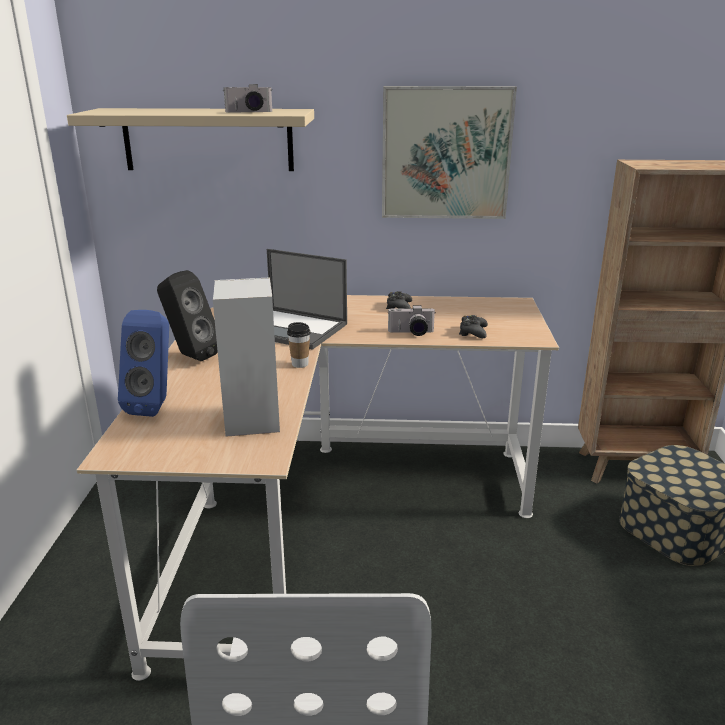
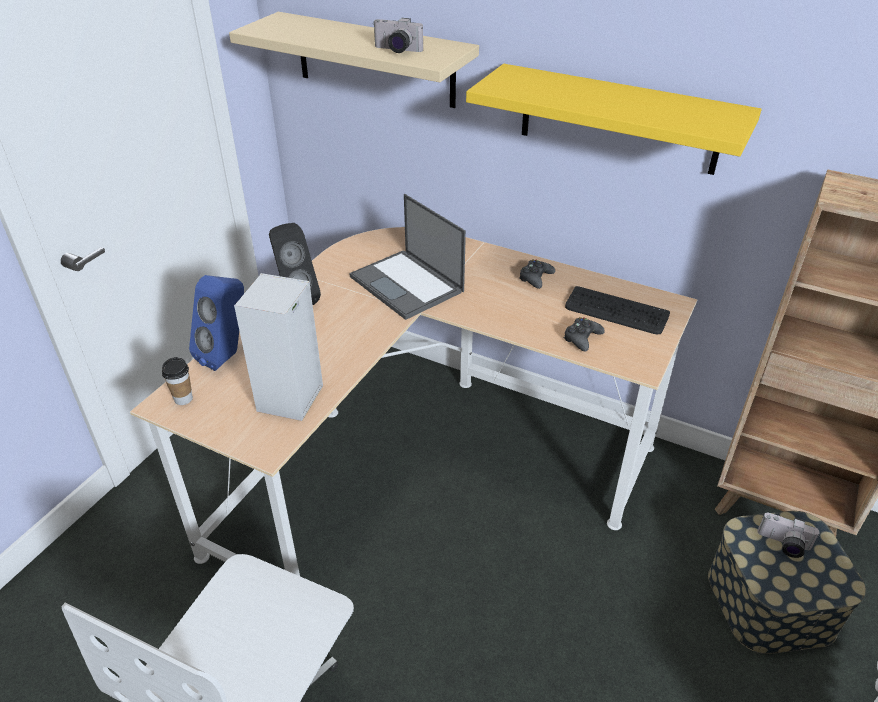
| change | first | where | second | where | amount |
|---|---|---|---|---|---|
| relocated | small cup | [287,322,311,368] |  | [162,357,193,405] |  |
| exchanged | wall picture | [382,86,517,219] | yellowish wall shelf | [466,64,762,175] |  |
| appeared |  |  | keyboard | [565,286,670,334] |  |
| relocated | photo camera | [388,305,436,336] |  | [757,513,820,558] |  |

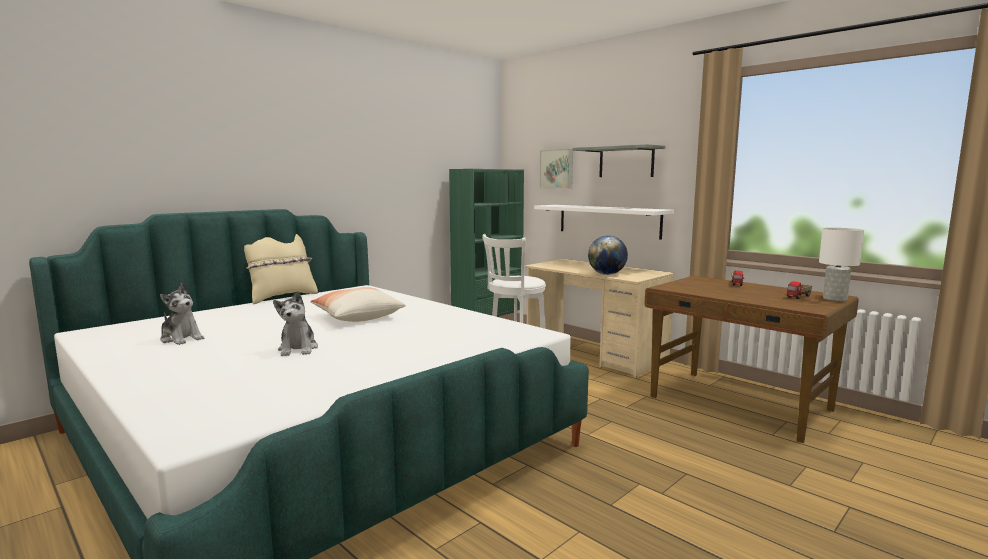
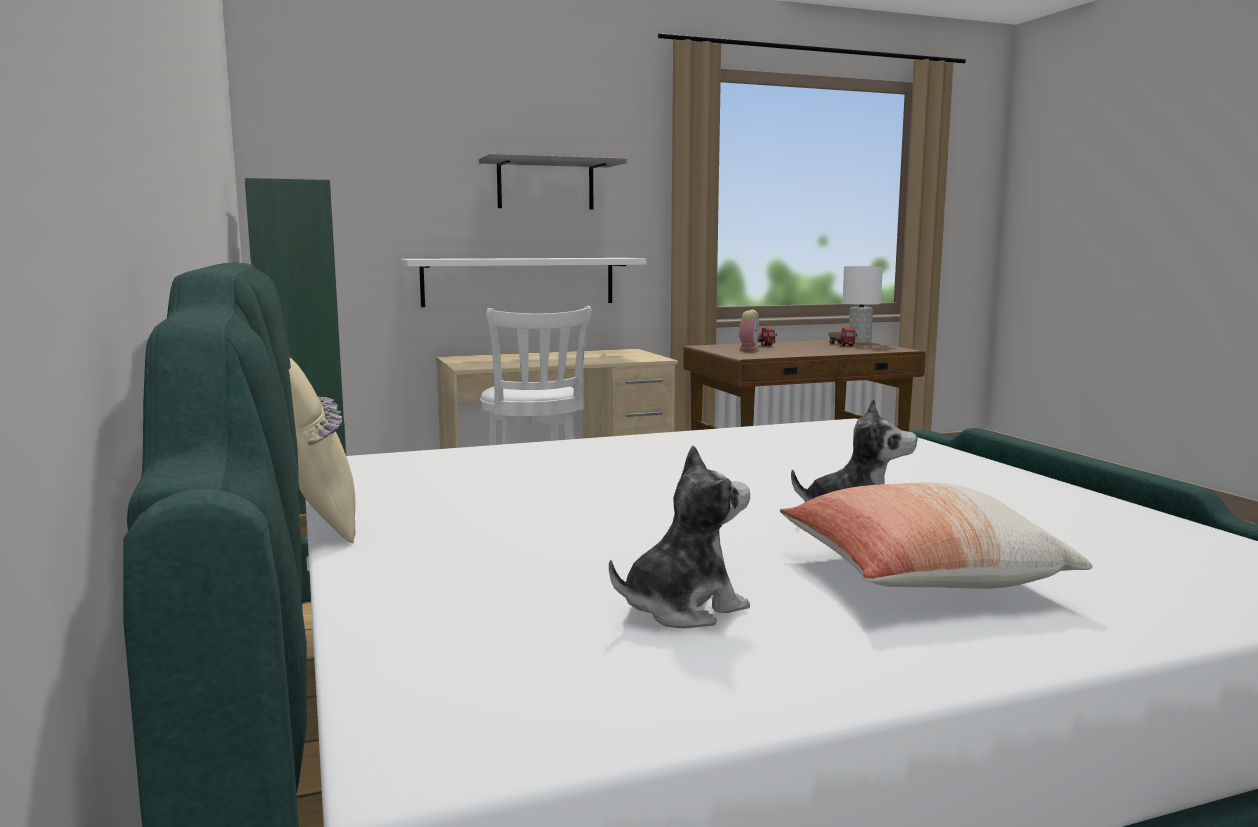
| change | first | where | second | where | amount |
|---|---|---|---|---|---|
| appeared |  |  | table clock | [739,310,759,350] |  |
| relocated | throw pillow | [310,287,406,322] |  | [780,482,1093,589] |  |
| missing | wall picture | [539,149,573,189] |  |  |  |
| missing | globe | [588,236,628,275] |  |  |  |

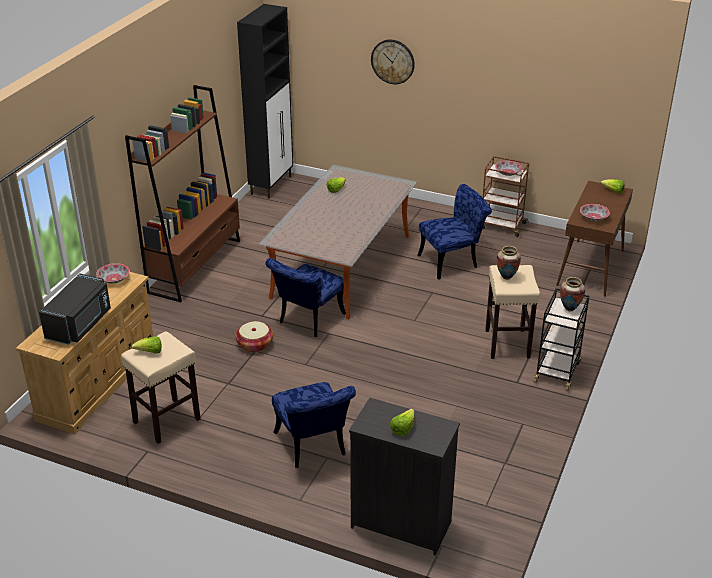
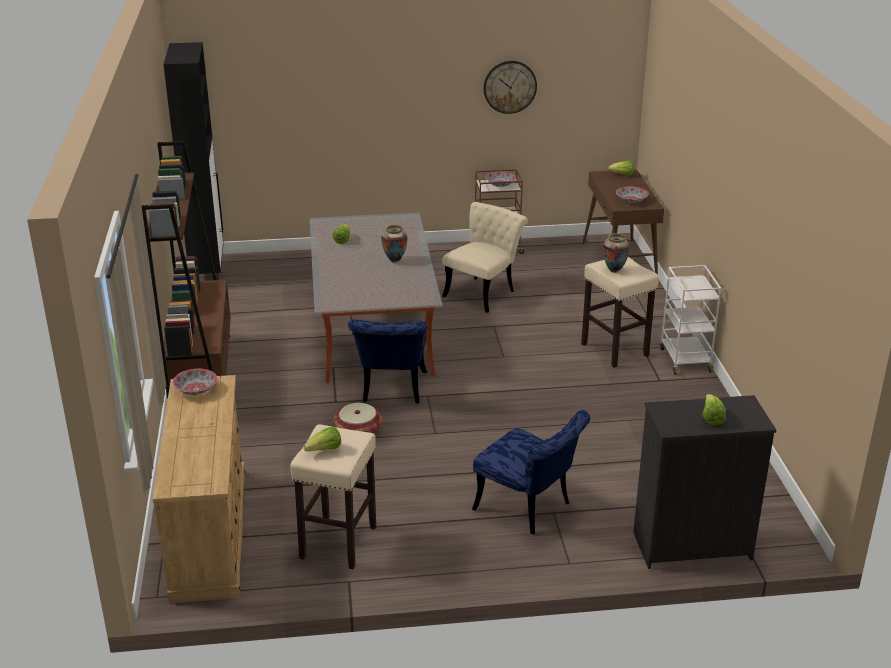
| change | first | where | second | where | amount |
|---|---|---|---|---|---|
| relocated | decorative vase | [560,277,585,311] |  | [381,225,408,263] |  |
| colour | bluish upright chair | [417,184,492,280] | sand-coloured upright chair | [442,202,528,313] |  |
| relocated | clock on the wall | [371,40,415,84] |  | [484,61,537,114] |  |
| colour | black cart | [533,288,589,391] | white cart | [659,265,721,375] |  |
| missing | black microwave oven | [39,273,111,345] |  |  |  |

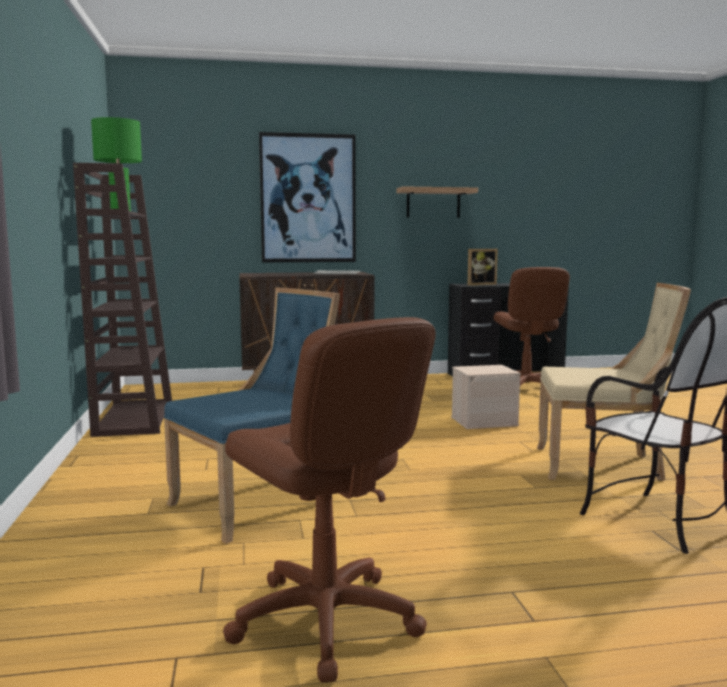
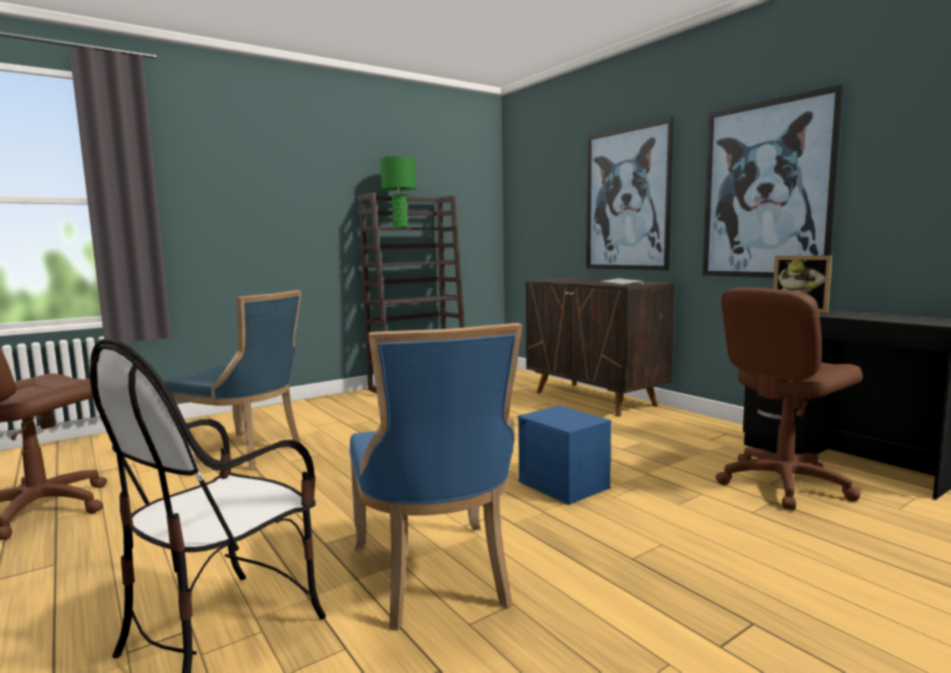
| change | first | where | second | where | amount |
|---|---|---|---|---|---|
| colour | sand-coloured upright chair | [537,283,691,481] | bluish upright chair | [349,323,522,631] |  |
| colour | sand-coloured storage box | [451,365,521,429] | bluish storage box | [518,405,612,505] |  |
| exchanged | wall shelf | [397,186,478,218] | wall picture | [703,85,843,278] |  |

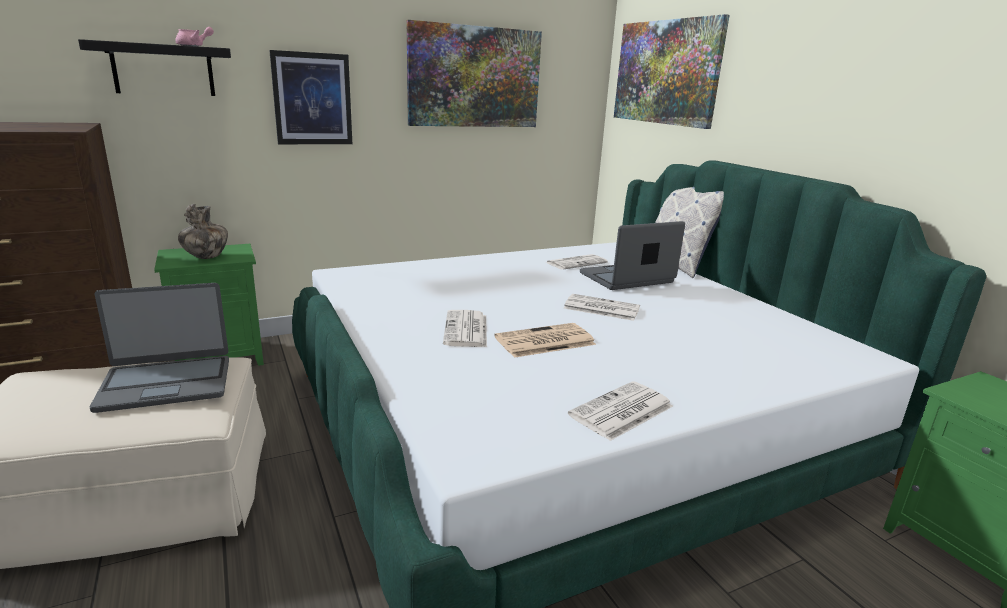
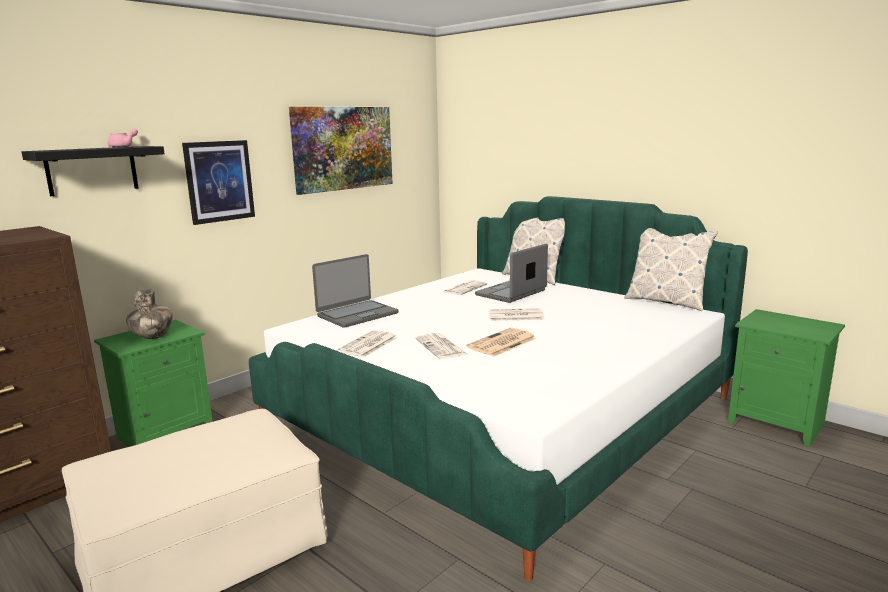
| change | first | where | second | where | amount |
|---|---|---|---|---|---|
| relocated | notebook computer | [89,283,229,413] |  | [312,254,398,328] |  |
| relocated | newspaper | [568,381,673,441] |  | [338,330,397,357] |  |
| appeared |  |  | throw pillow | [624,228,718,311] |  |
| missing | wall picture | [614,14,730,129] |  |  |  |

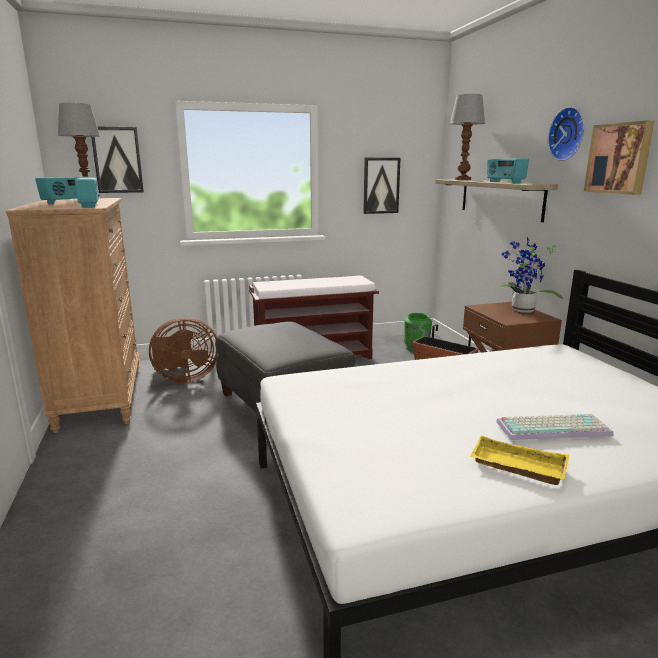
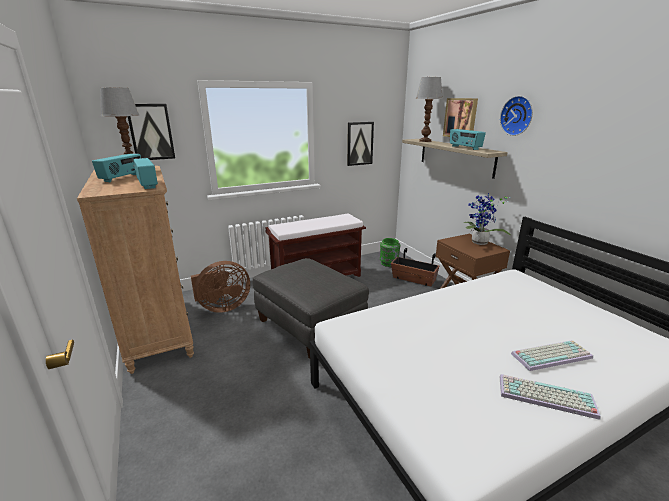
| change | first | where | second | where | amount |
|---|---|---|---|---|---|
| relocated | wall picture | [584,120,654,195] |  | [443,98,478,137] |  |
| exchanged | yellowish carrying tray | [470,435,570,485] | keyboard | [500,374,601,420] |  |

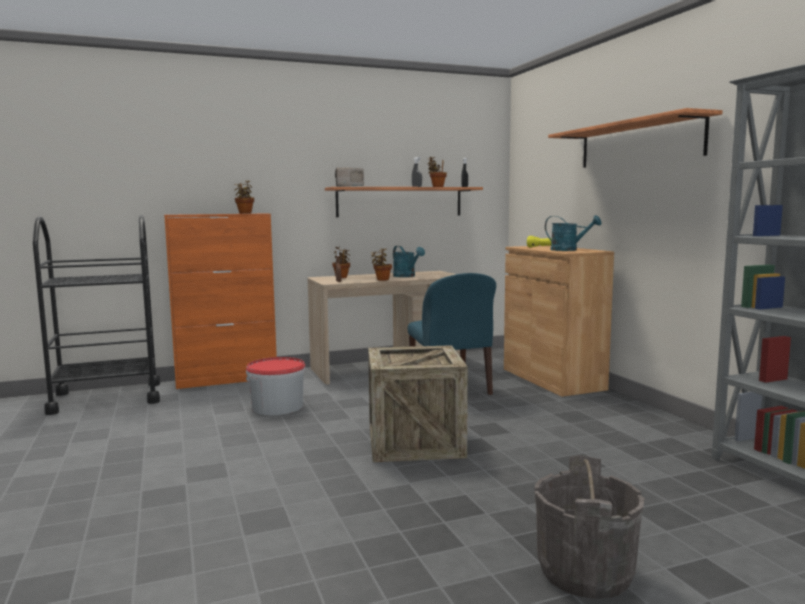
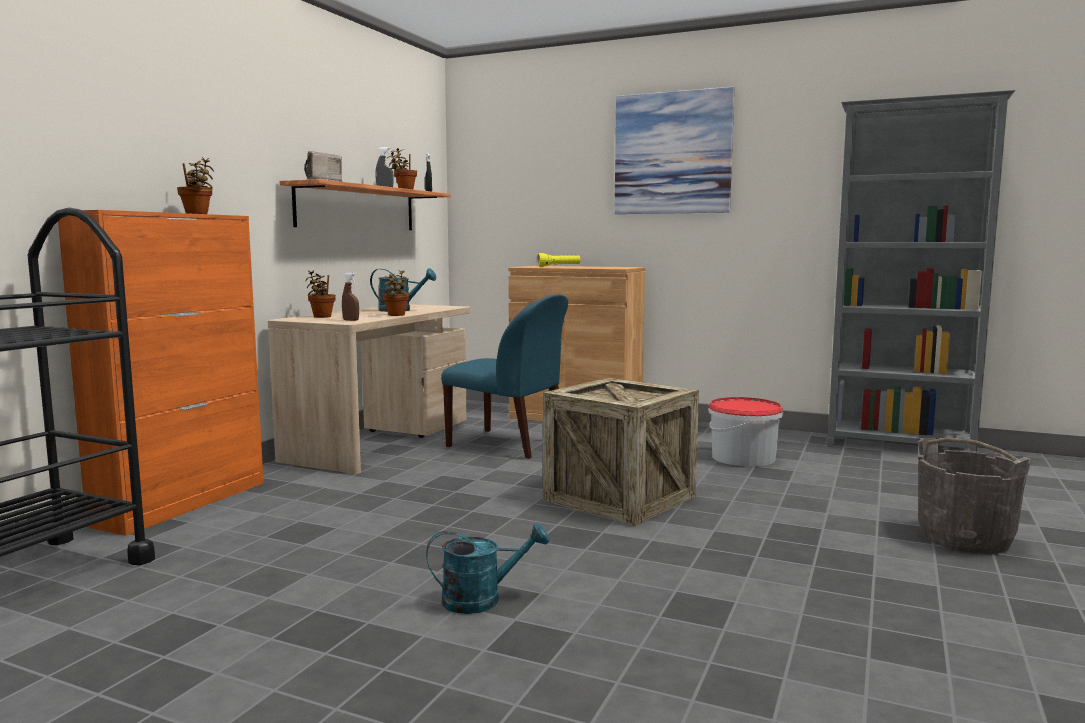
| change | first | where | second | where | amount |
|---|---|---|---|---|---|
| relocated | turquoise watering can | [545,215,601,251] |  | [426,523,549,614] |  |
| exchanged | wall shelf | [548,108,723,168] | wall picture | [614,87,734,214] |  |
| relocated | pail | [246,357,306,415] |  | [708,397,783,466] |  |

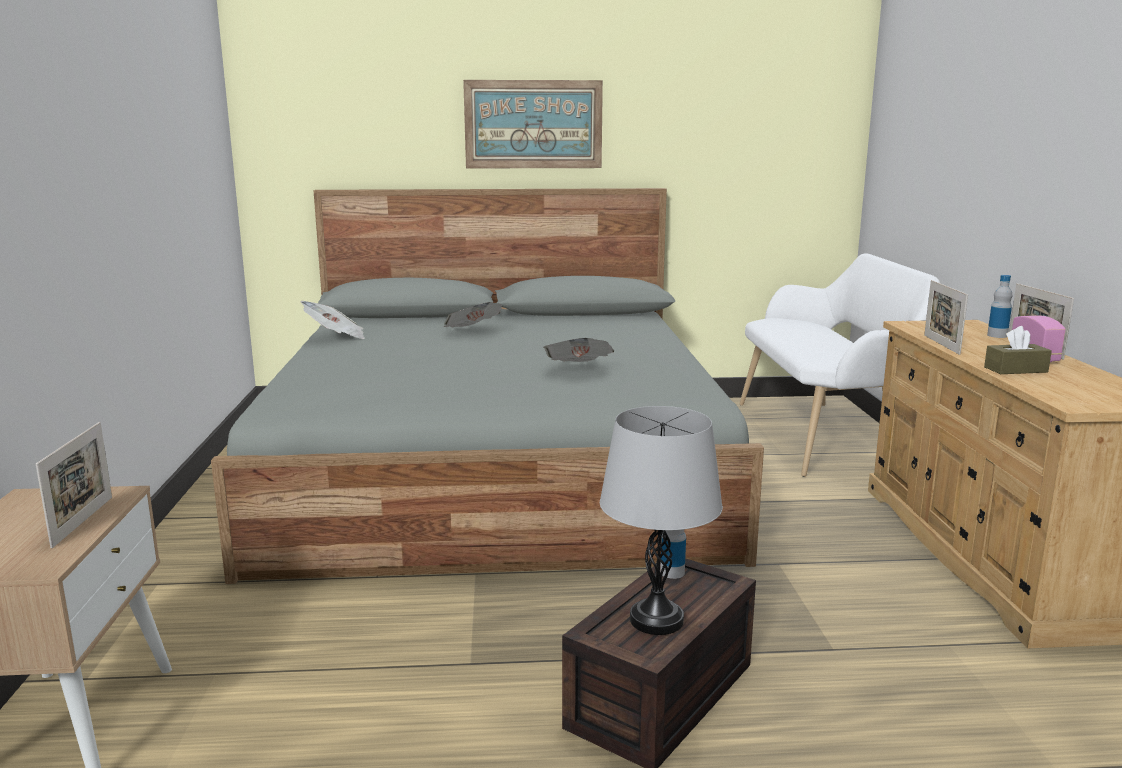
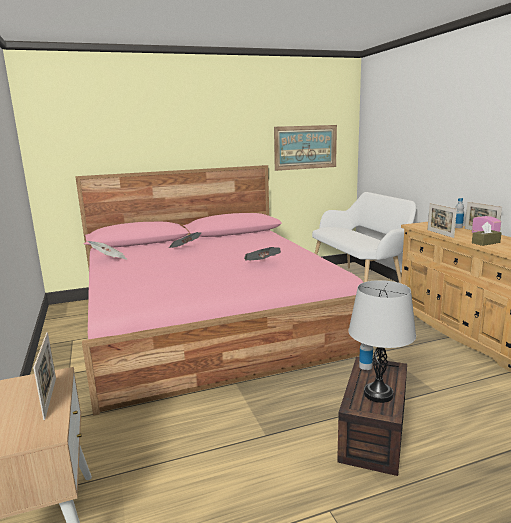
| change | first | where | second | where | amount |
|---|---|---|---|---|---|
| colour | grey bedroom bed | [211,188,764,584] | pinkish bedroom bed | [76,165,364,416] |  |
| relocated | wall picture | [463,80,603,169] |  | [274,125,337,171] |  |

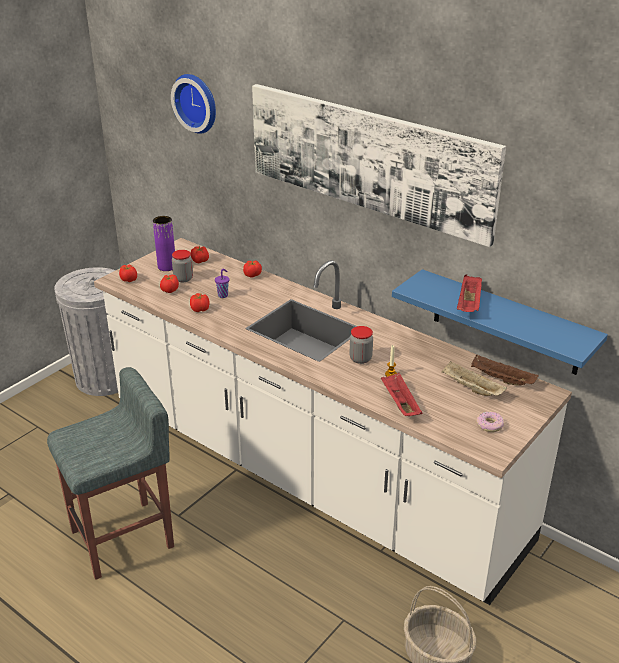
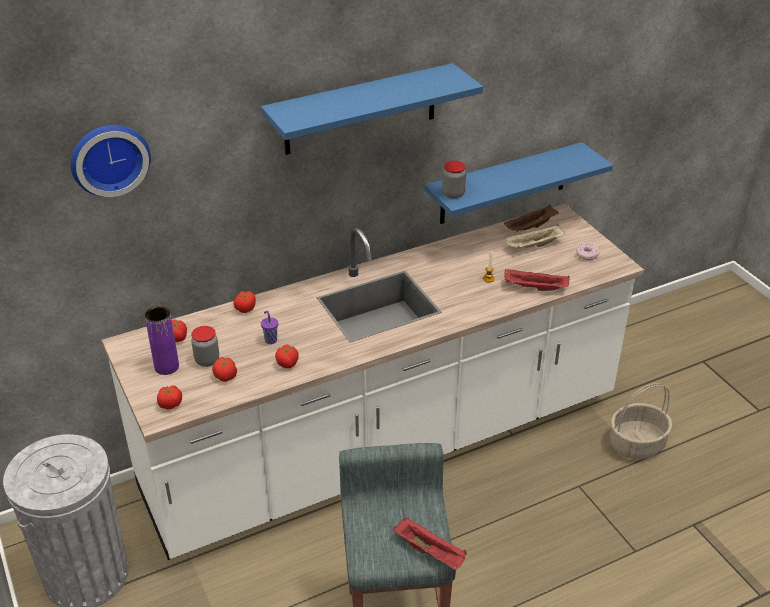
| change | first | where | second | where | amount |
|---|---|---|---|---|---|
| exchanged | wall picture | [252,84,506,247] | bluish wall shelf | [261,63,483,155] |  |
| relocated | reddish carrying tray | [457,274,482,312] |  | [393,518,467,570] |  |
| relocated | jar | [350,326,373,364] |  | [442,161,466,199] |  |

